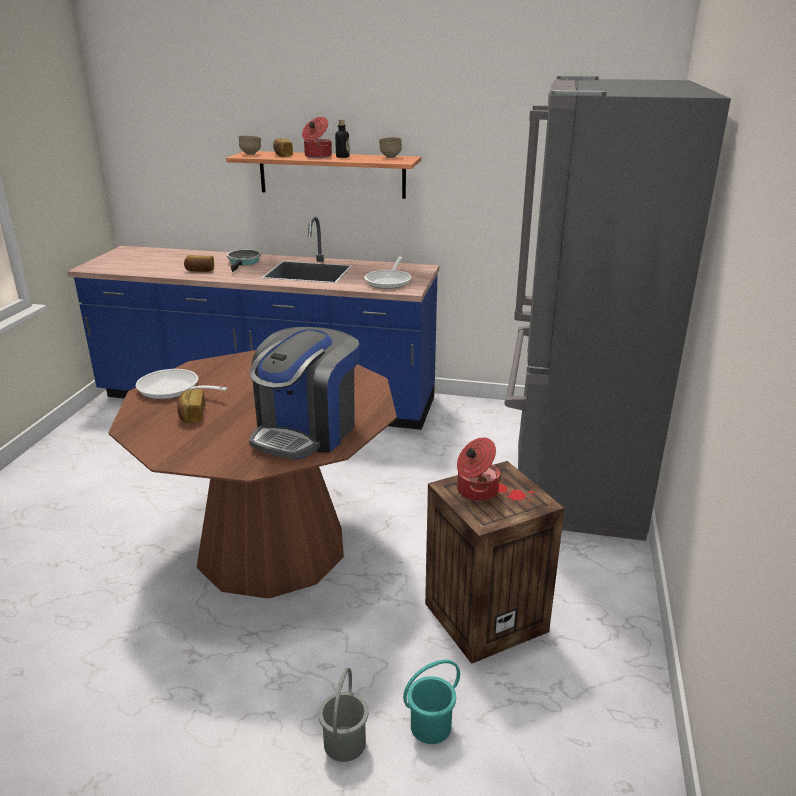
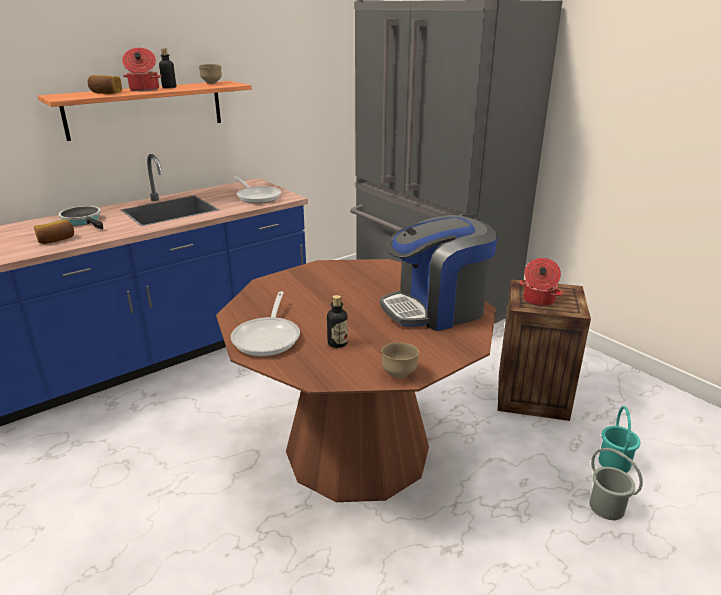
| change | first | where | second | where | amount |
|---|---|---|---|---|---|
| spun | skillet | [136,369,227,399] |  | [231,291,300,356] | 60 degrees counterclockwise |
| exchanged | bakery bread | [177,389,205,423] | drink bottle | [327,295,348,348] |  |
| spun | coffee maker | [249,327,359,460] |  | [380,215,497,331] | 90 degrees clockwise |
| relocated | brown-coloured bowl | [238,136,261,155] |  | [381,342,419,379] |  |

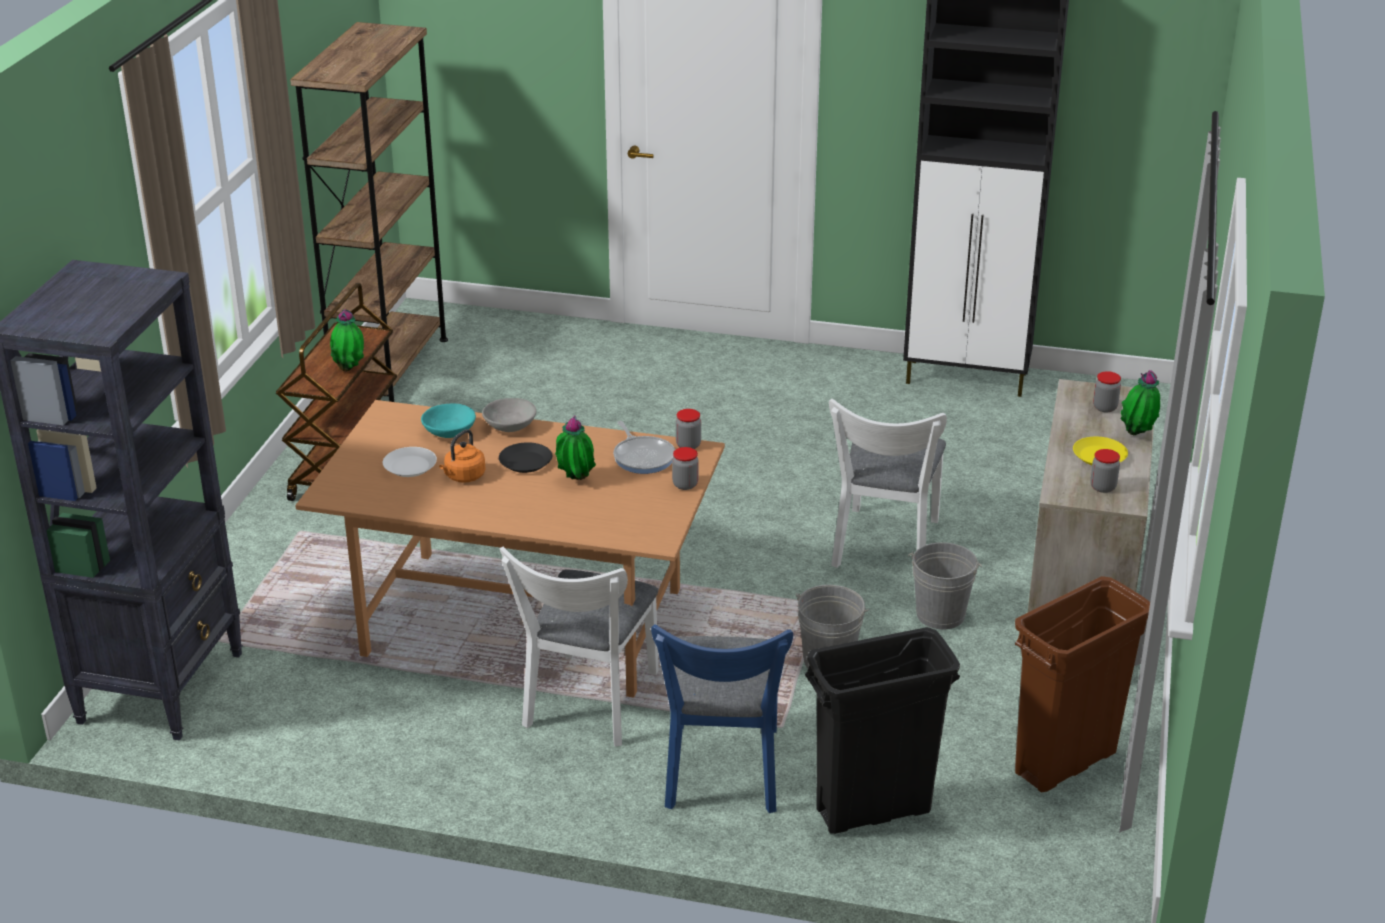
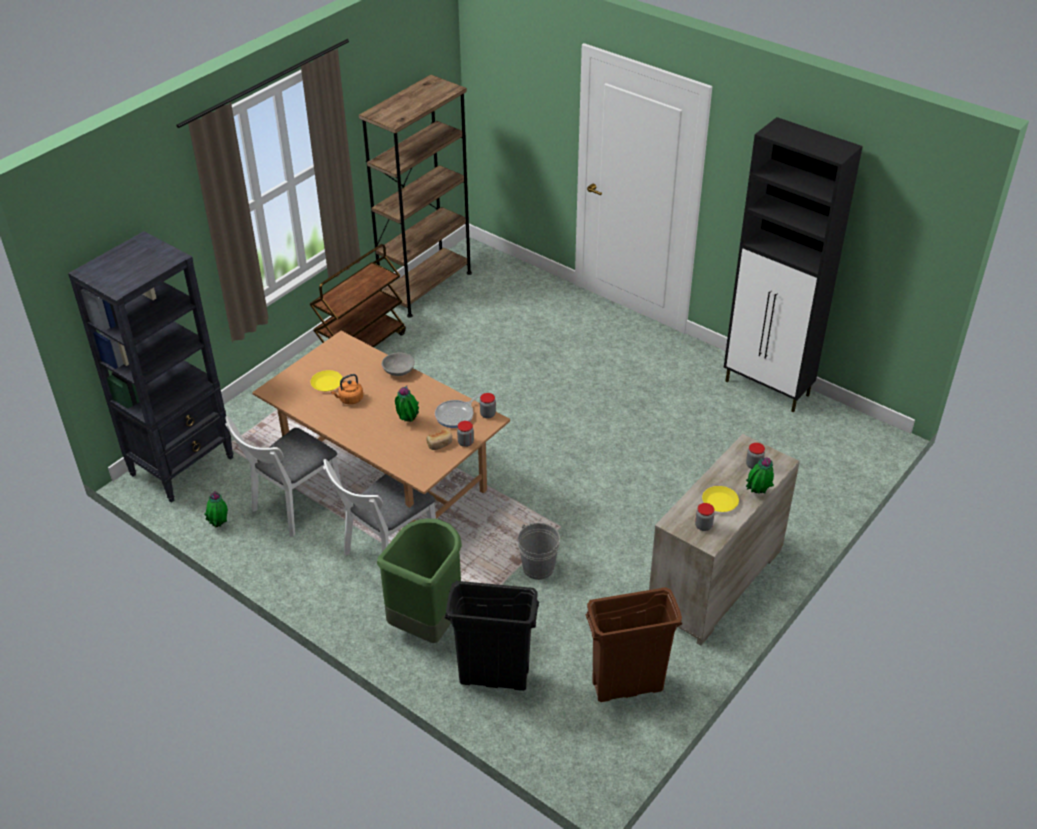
| change | first | where | second | where | amount |
|---|---|---|---|---|---|
| relocated | plant in a pot | [330,309,364,372] |  | [204,491,228,527] |  |
| relocated | white upright chair | [829,399,947,568] |  | [225,416,341,537] |  |
| colour | white flat dish | [383,447,437,477] | yellowish flat dish | [310,370,343,391] |  |
| exchanged | bluish upright chair | [651,624,793,813] | greenish waste bin | [377,518,462,643] |  |
| appeared |  |  | bakery bread | [426,429,452,450] |  |
| spun | skillet | [613,421,675,474] |  | [435,393,483,428] | 45 degrees clockwise |
| missing | turquoise bowl | [421,404,476,438] |  |  |  |
| missing | black flat dish | [499,442,552,473] |  |  |  |
| missing | grey pail | [908,542,982,629] |  |  |  |

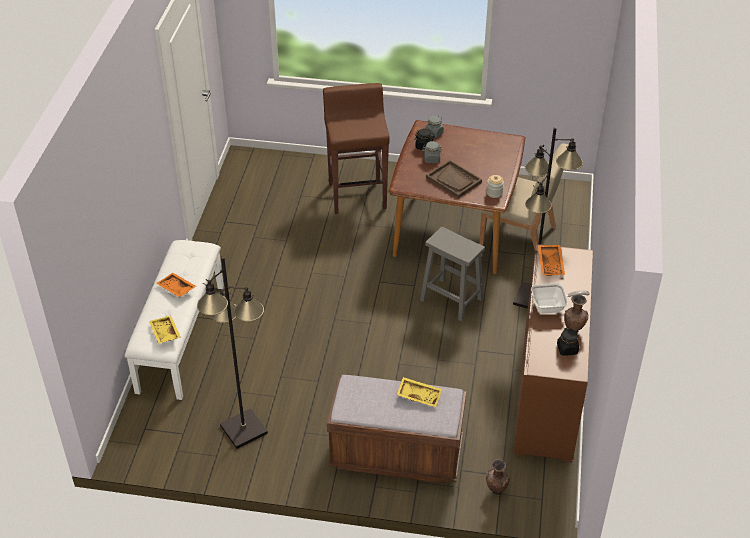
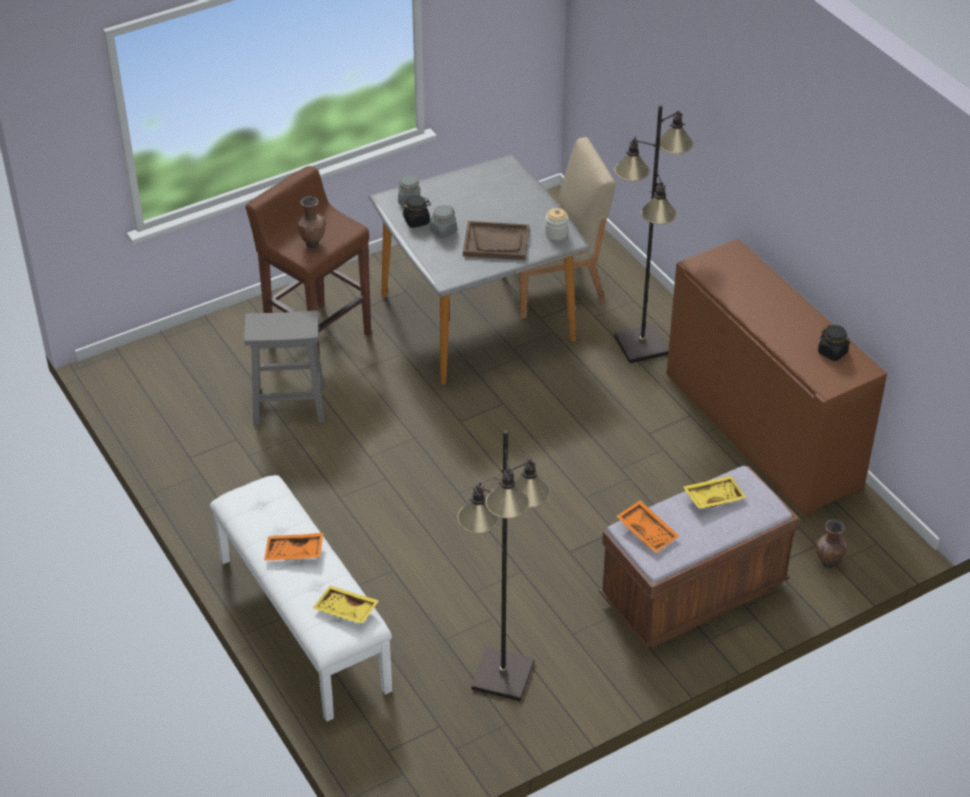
| change | first | where | second | where | amount |
|---|---|---|---|---|---|
| relocated | grey sitting stool | [420,227,485,322] |  | [244,311,325,426] |  |
| relocated | brown-coloured decorative vase | [564,294,588,333] |  | [297,196,326,248] |  |
| colour | brown-coloured dinner table | [388,120,526,274] | grey dinner table | [369,154,589,384] |  |
| relocated | orangey carrying tray | [538,245,565,276] |  | [616,500,679,553] |  |
| missing | skillet | [531,283,590,314] |  |  |  |

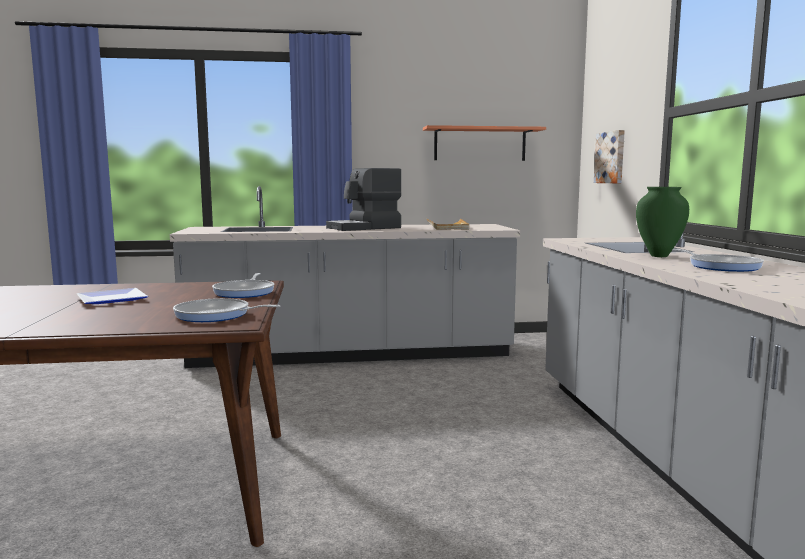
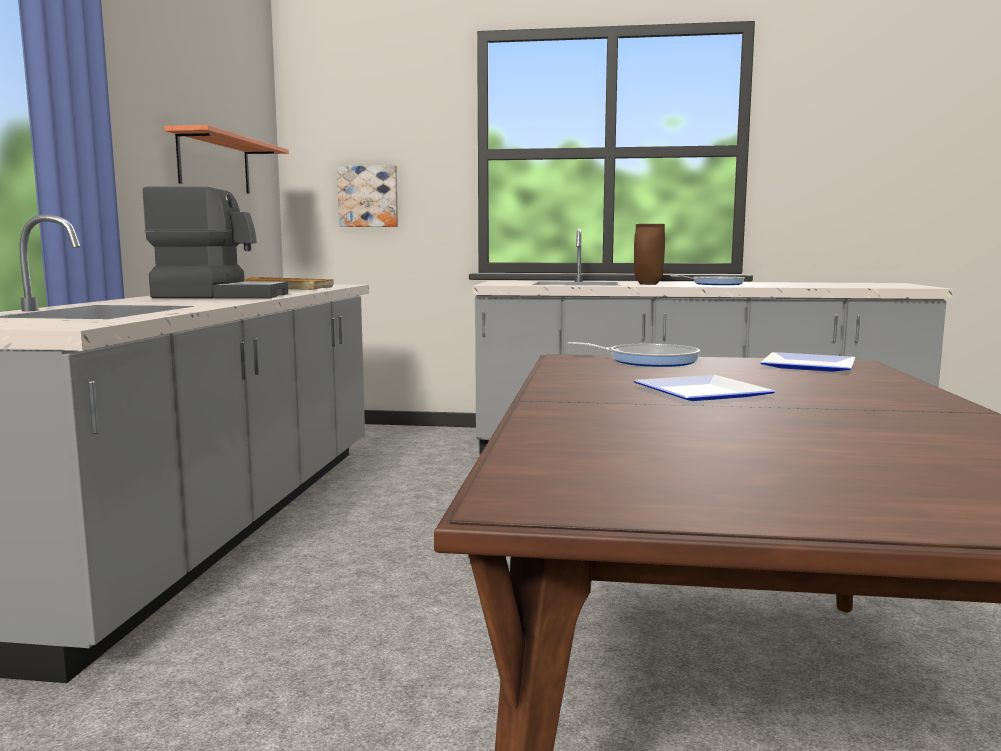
| change | first | where | second | where | amount |
|---|---|---|---|---|---|
| spun | coffee maker | [326,168,402,231] |  | [142,186,288,298] | 75 degrees counterclockwise |
| colour | greenish decorative vase | [636,187,689,257] | brown-coloured decorative vase | [634,224,665,285] |  |
| exchanged | skillet | [173,298,280,322] | flat dish | [760,352,855,372] |  |

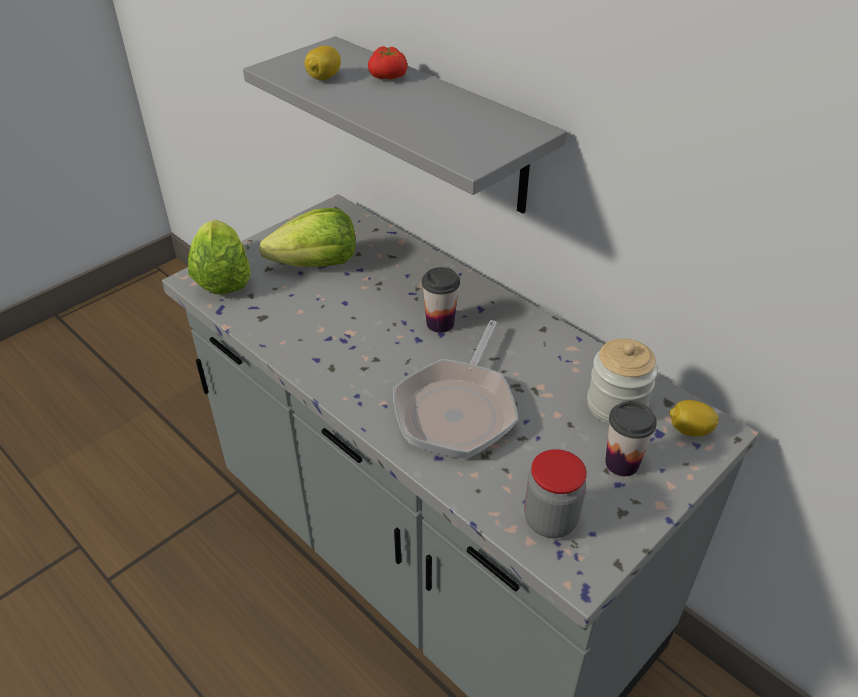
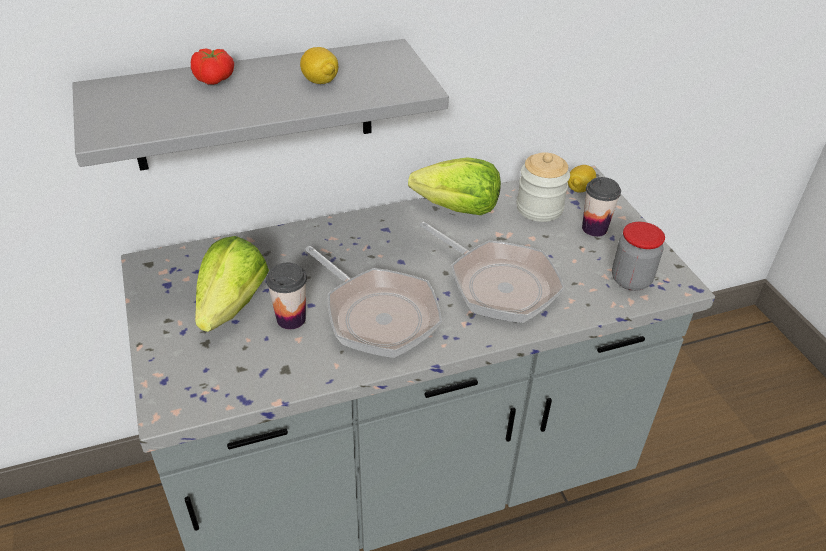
| change | first | where | second | where | amount |
|---|---|---|---|---|---|
| relocated | small cup | [422,267,460,333] |  | [266,263,307,329] |  |
| relocated | whole lemon | [304,46,341,80] |  | [300,47,338,84] |  |
| appeared |  |  | skillet | [305,246,442,358] |  |
| relocated | head of lettuce | [188,220,250,294] |  | [408,157,501,215] |  |

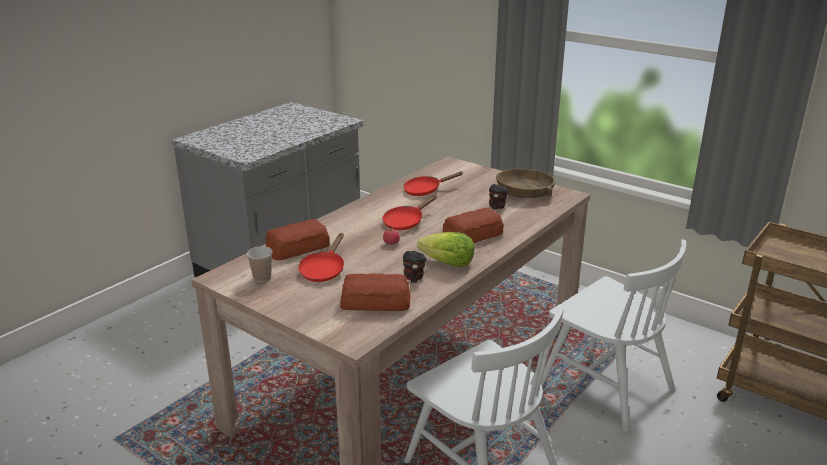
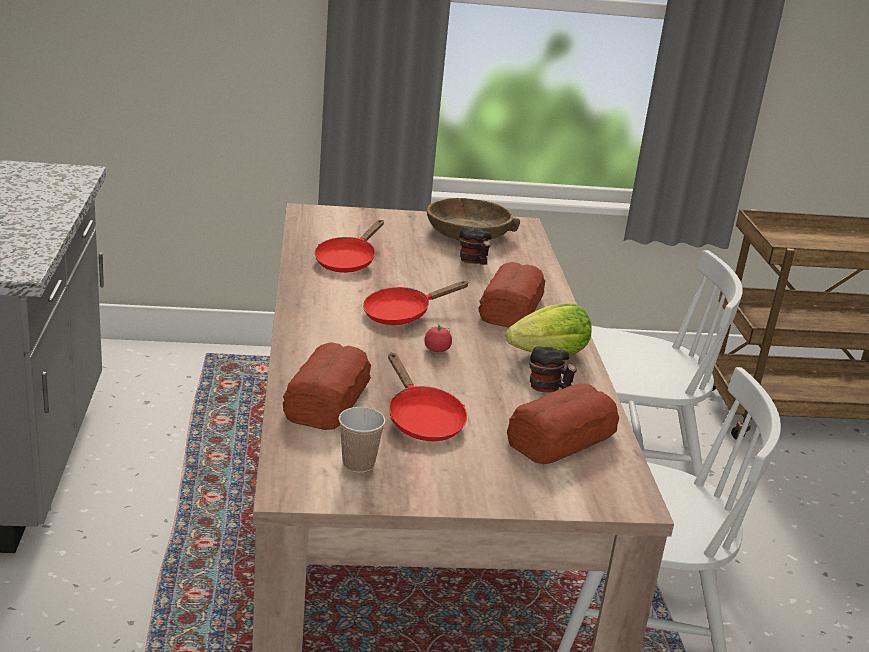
| change | first | where | second | where | amount |
|---|---|---|---|---|---|
| spun | reddish skillet | [382,195,437,230] |  | [363,281,469,325] | 60 degrees clockwise |

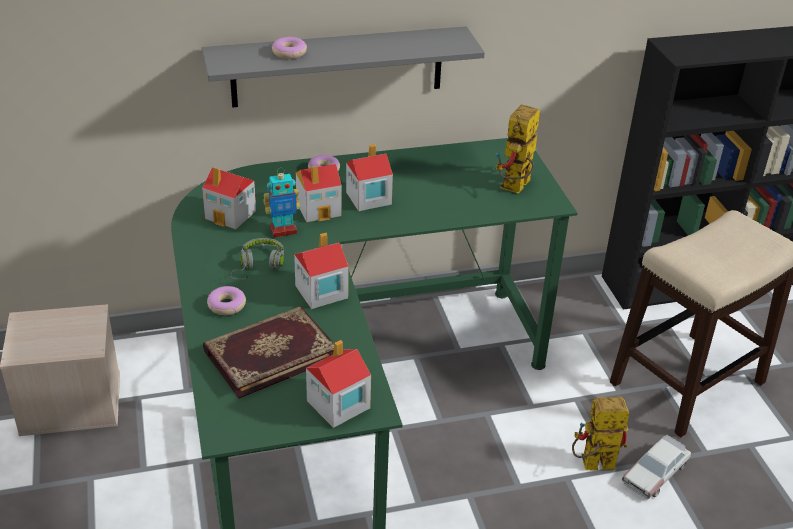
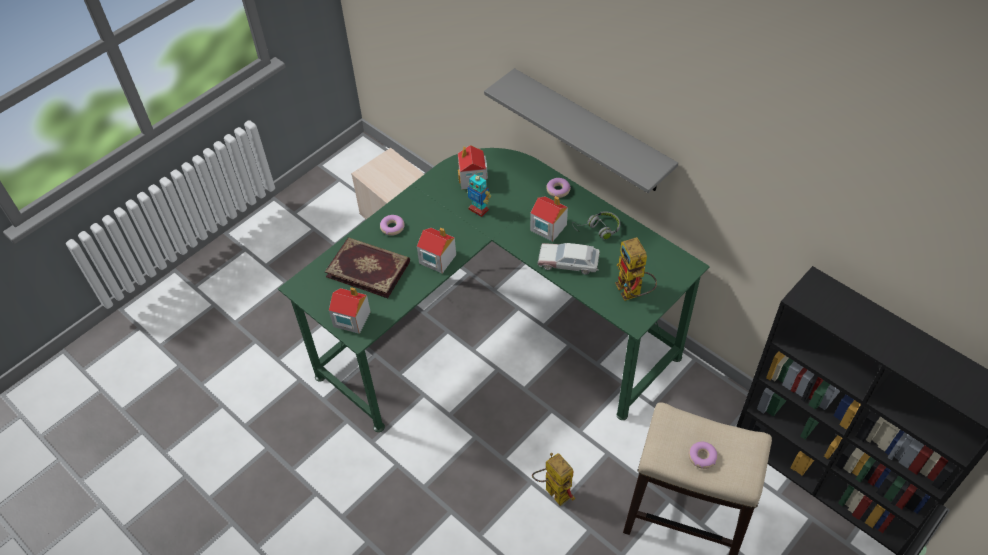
| change | first | where | second | where | amount |
|---|---|---|---|---|---|
| relocated | miniature car | [622,435,691,500] |  | [537,243,600,275] |  |
| relocated | grey headset | [231,238,284,280] |  | [572,211,621,240] |  |
| spun | toy robot | [495,104,540,194] |  | [615,237,657,301] | 105 degrees counterclockwise |
| relocated | donut | [272,37,307,59] |  | [689,442,718,469] |  |
| missing | toy house | [296,164,342,222] |  |  |  |

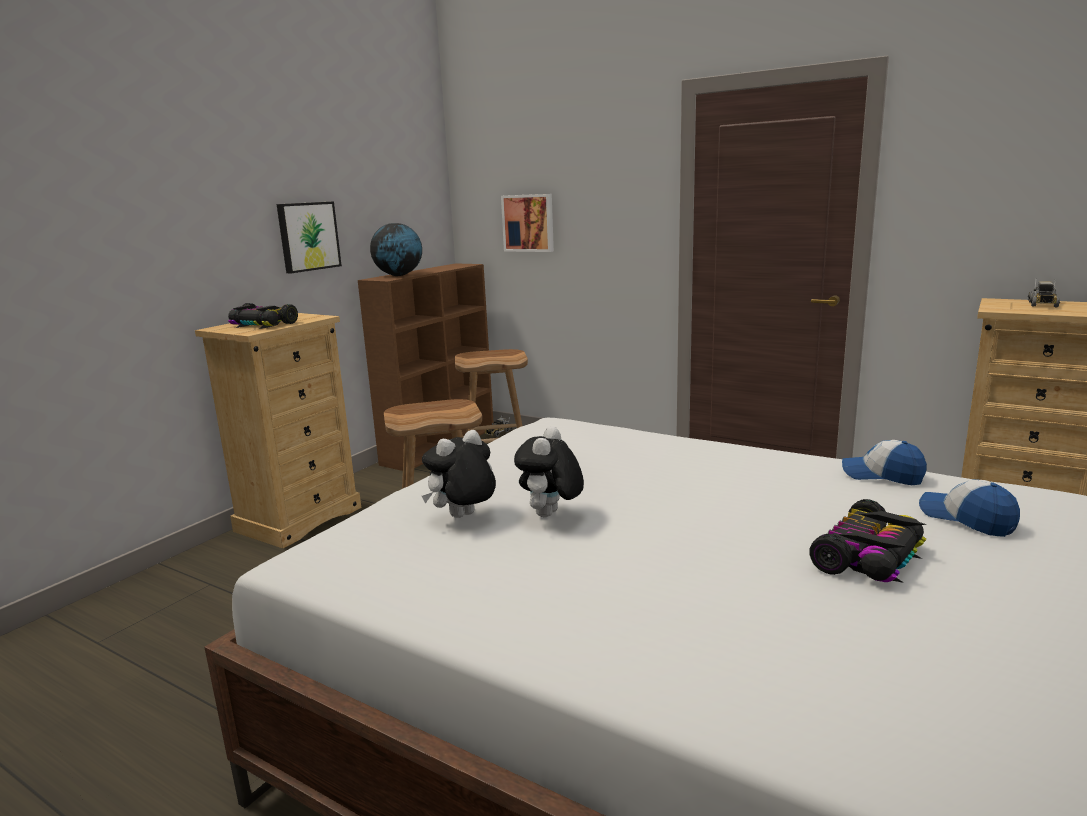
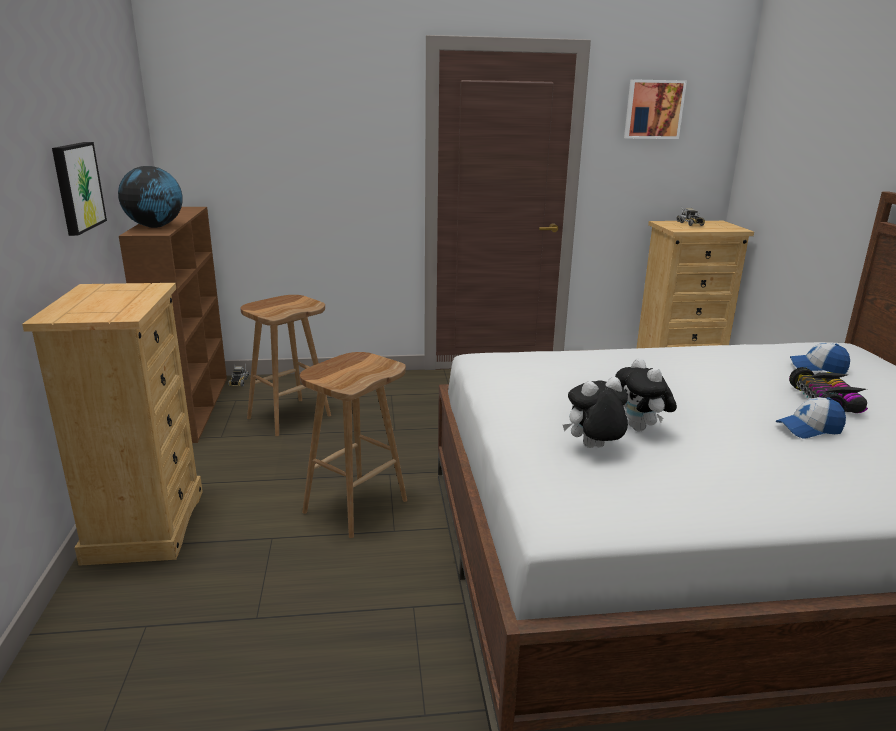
| change | first | where | second | where | amount |
|---|---|---|---|---|---|
| spun | soft toy | [422,430,496,518] |  | [563,377,628,448] | 60 degrees clockwise |
| relocated | wall picture | [501,194,554,252] |  | [624,79,687,139] |  |
| relocated | baseball cap | [842,440,927,485] |  | [776,397,846,439] |  |
| missing | miniature car | [228,303,298,329] |  |  |  |

